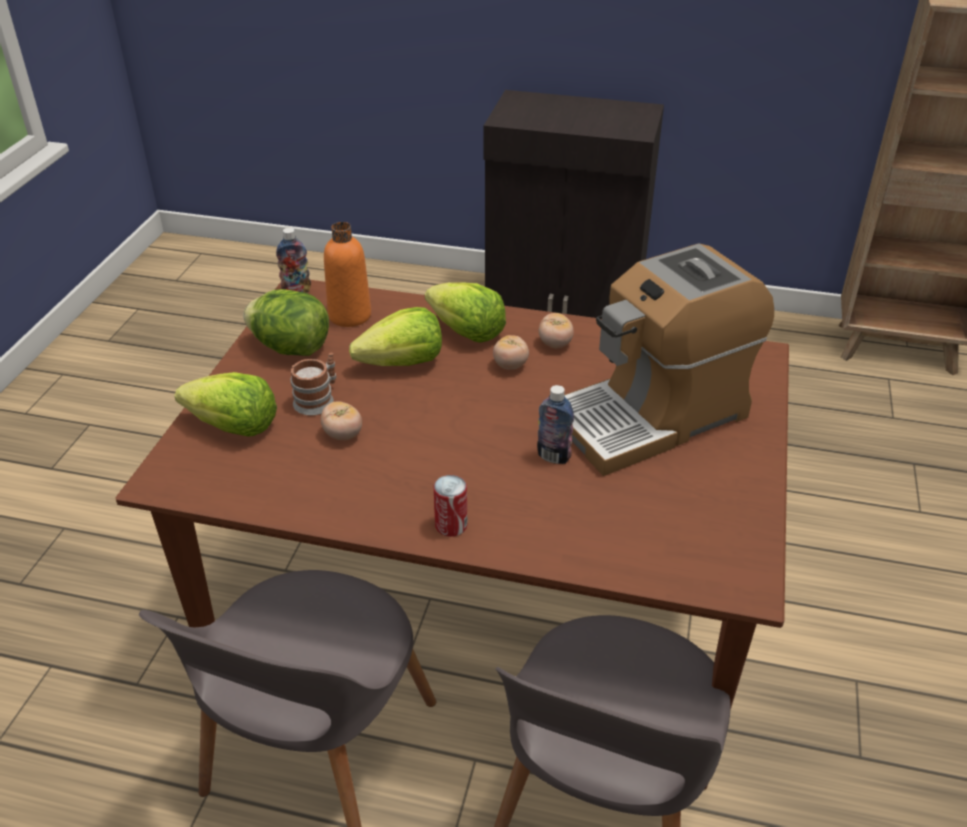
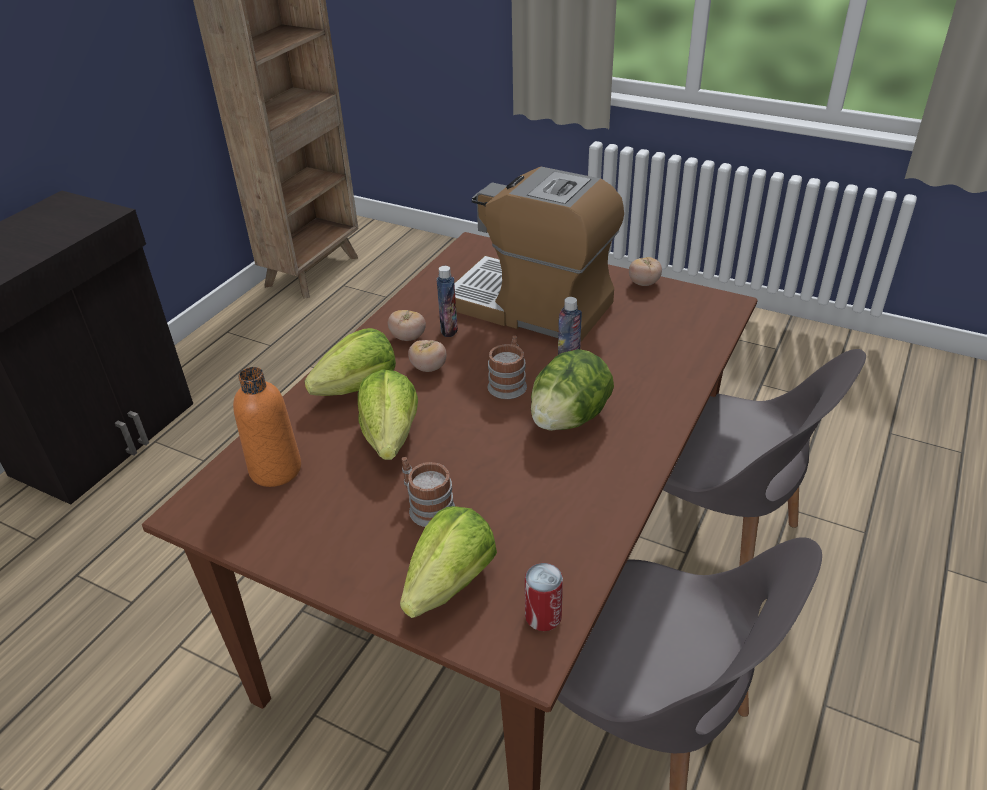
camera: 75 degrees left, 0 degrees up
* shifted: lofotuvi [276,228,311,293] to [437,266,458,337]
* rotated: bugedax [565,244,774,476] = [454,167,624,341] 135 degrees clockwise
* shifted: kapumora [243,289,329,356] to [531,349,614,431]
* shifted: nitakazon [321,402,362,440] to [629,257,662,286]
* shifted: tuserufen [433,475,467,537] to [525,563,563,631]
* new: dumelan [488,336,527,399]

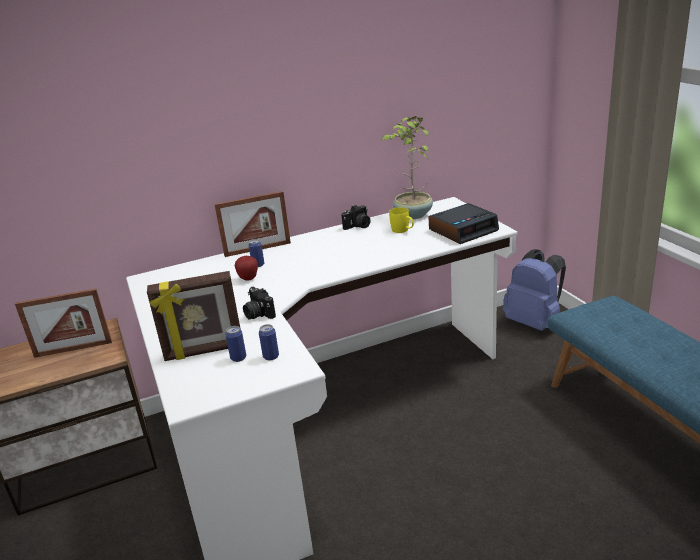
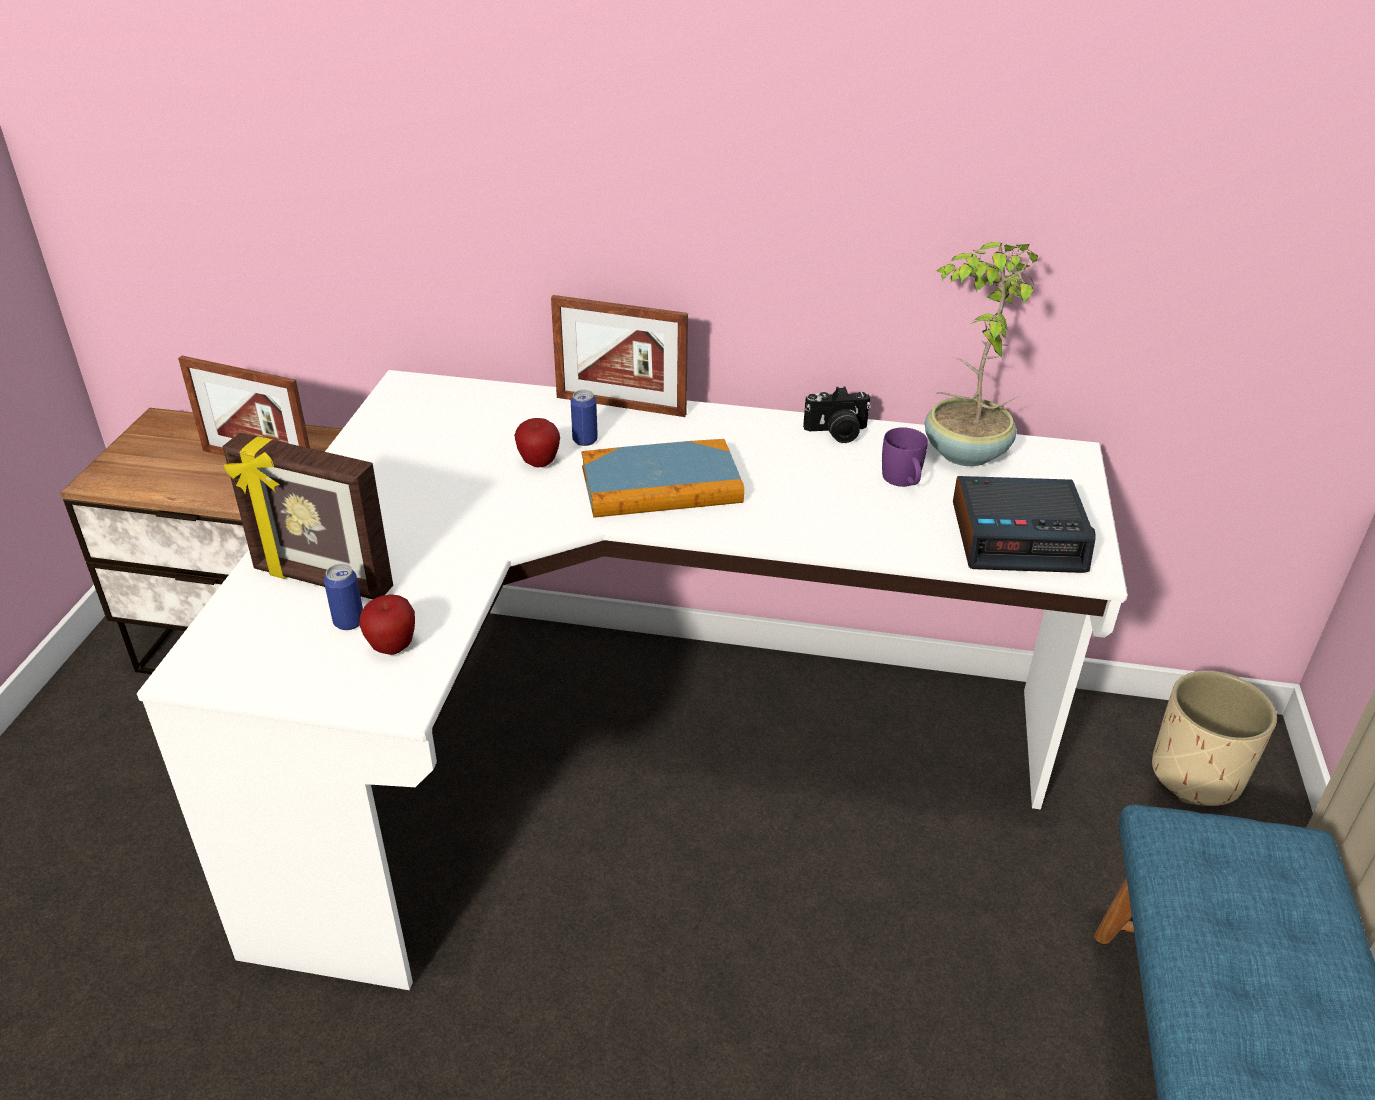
camera: 30 degrees right, 10 degrees up
* repainted: yellow_dumelan [389,207,414,233] to purple_dumelan [882,427,928,487]
* swapped: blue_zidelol [503,249,566,331] to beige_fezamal [1152,671,1277,806]
* gone: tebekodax [243,287,276,320]
* swapped: tuserufen [259,324,279,361] to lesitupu [359,594,415,655]
* new: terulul [581,439,744,518]

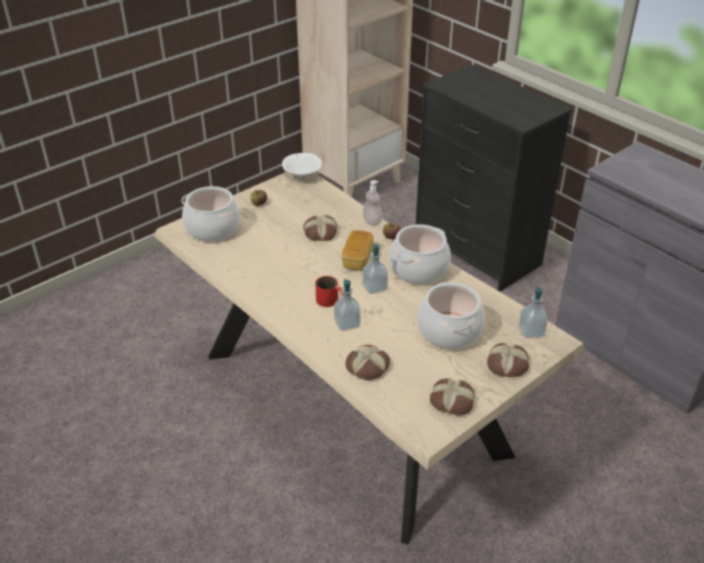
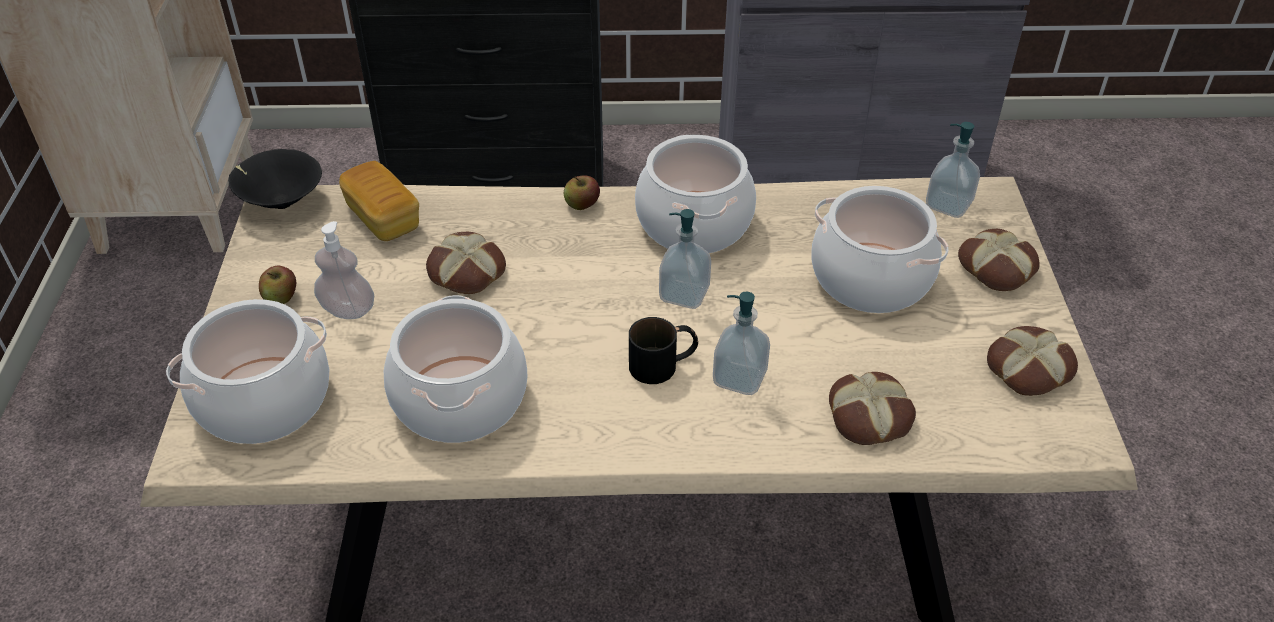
camera: 50 degrees left, 5 degrees up
* repainted: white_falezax [282,153,322,178] to black_falezax [228,149,322,209]
* shifted: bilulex [363,180,383,226] to [314,221,374,319]
* shifted: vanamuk [341,230,374,271] to [339,161,419,241]
* repainted: red_dumelan [315,276,343,307] to black_dumelan [629,317,698,384]
* new: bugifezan [384,295,527,443]

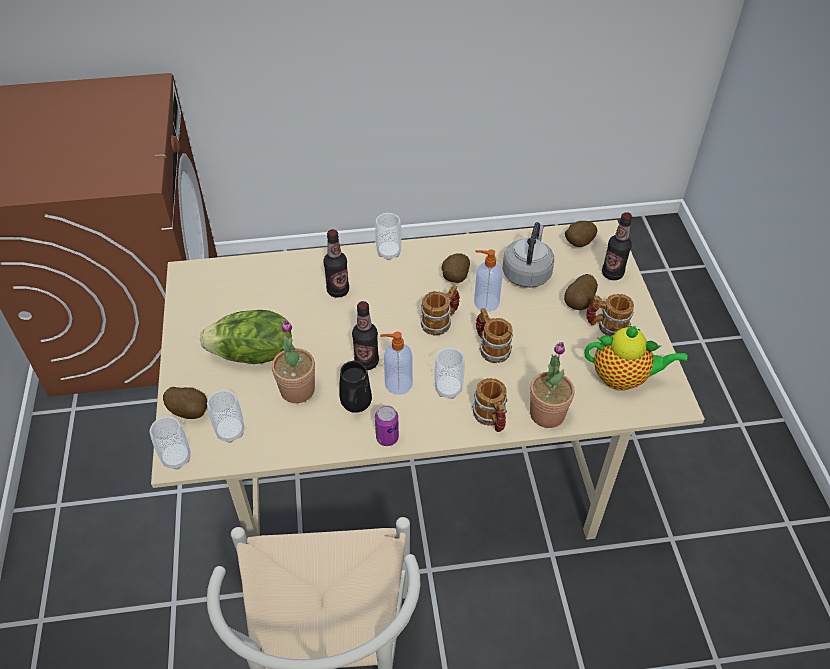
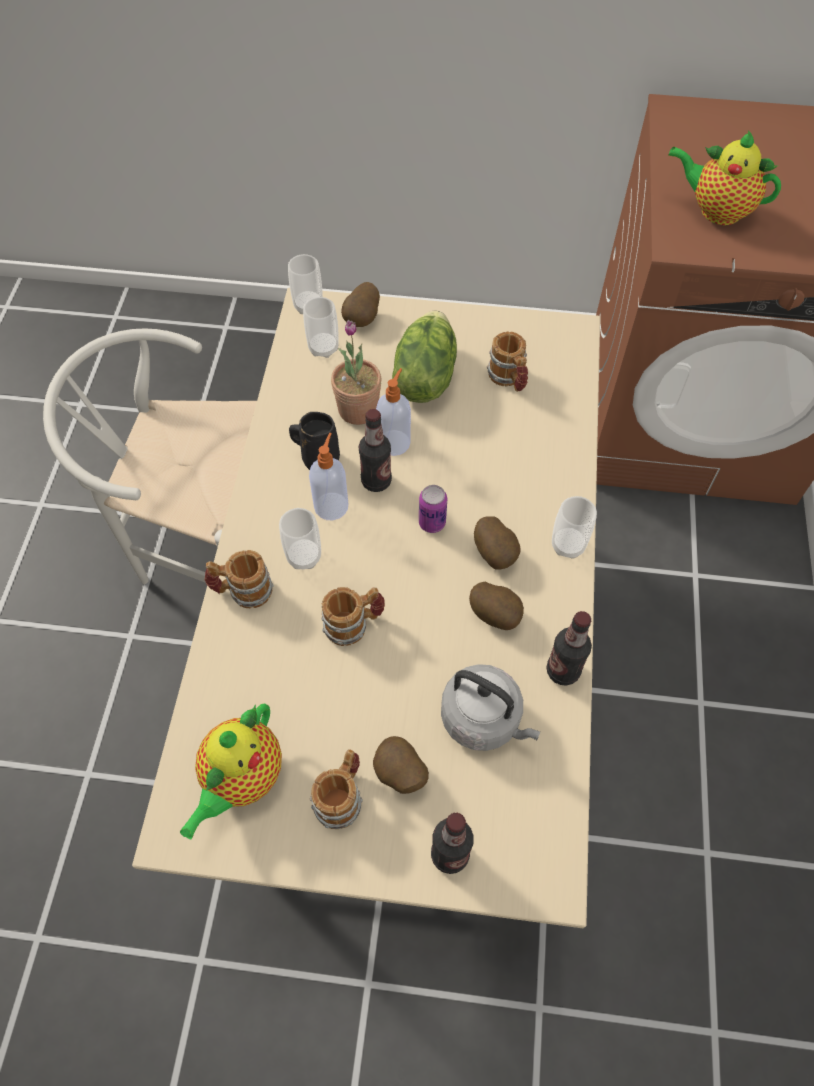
camera: 105 degrees right, 10 degrees up
* shifted: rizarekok [565,221,597,247] to [474,516,521,570]
* shifted: lofotuvi [323,229,349,297] to [546,611,592,686]
* shifted: bilulex [474,249,503,312] to [376,368,411,456]
* shifted: dumelan [421,285,460,336] to [487,331,528,392]
* gone: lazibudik [530,342,574,428]
* shifted: tuserufen [375,405,399,446] to [419,485,447,533]
* new: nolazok [668,130,781,225]

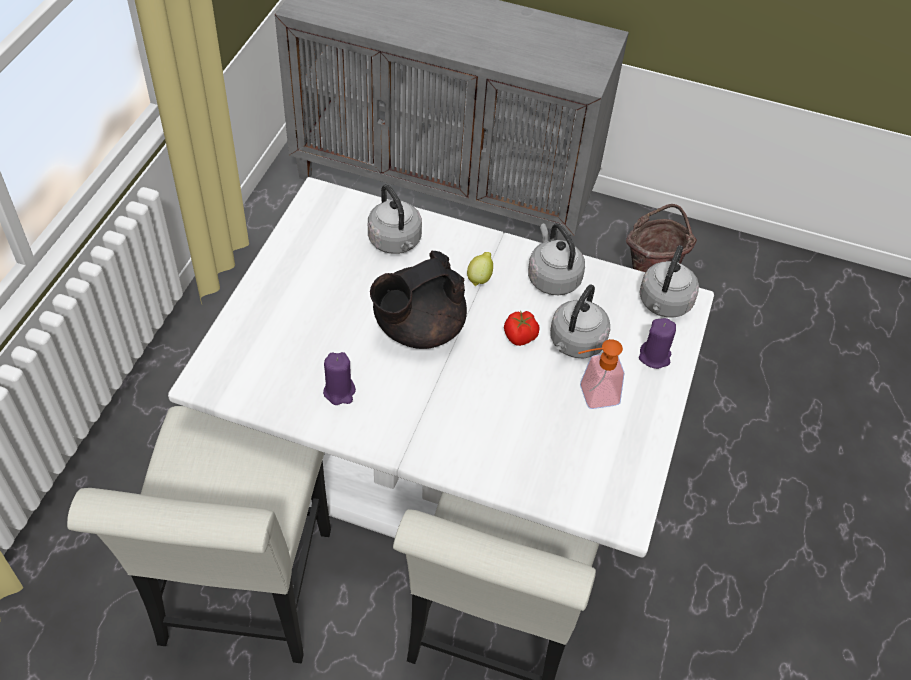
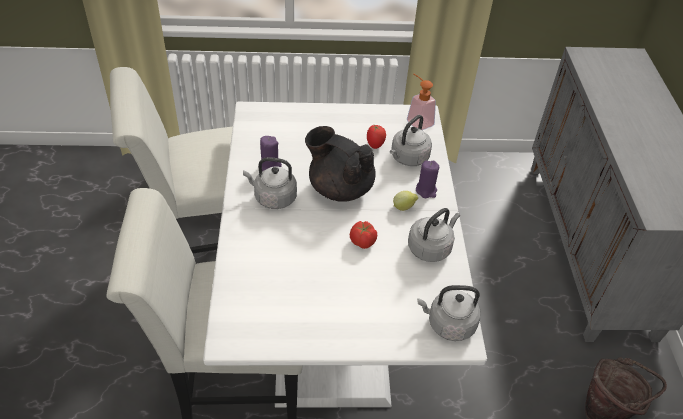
camera: 70 degrees right, 5 degrees down
* shifted: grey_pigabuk [550,285,610,358] to [243,157,297,209]
* shifted: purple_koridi [639,318,676,369] to [416,161,439,198]
* shifted: bilulex [578,339,625,409] to [407,74,436,130]
* new: nitakazon [367,125,386,149]

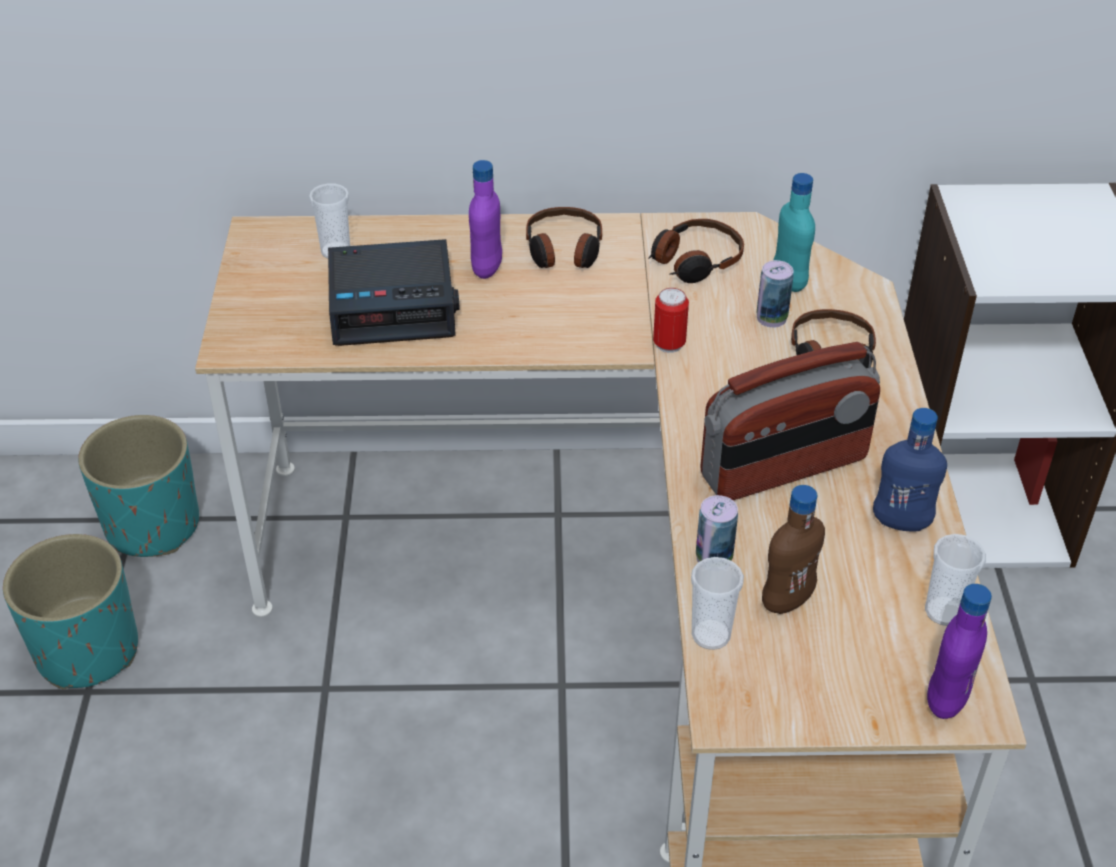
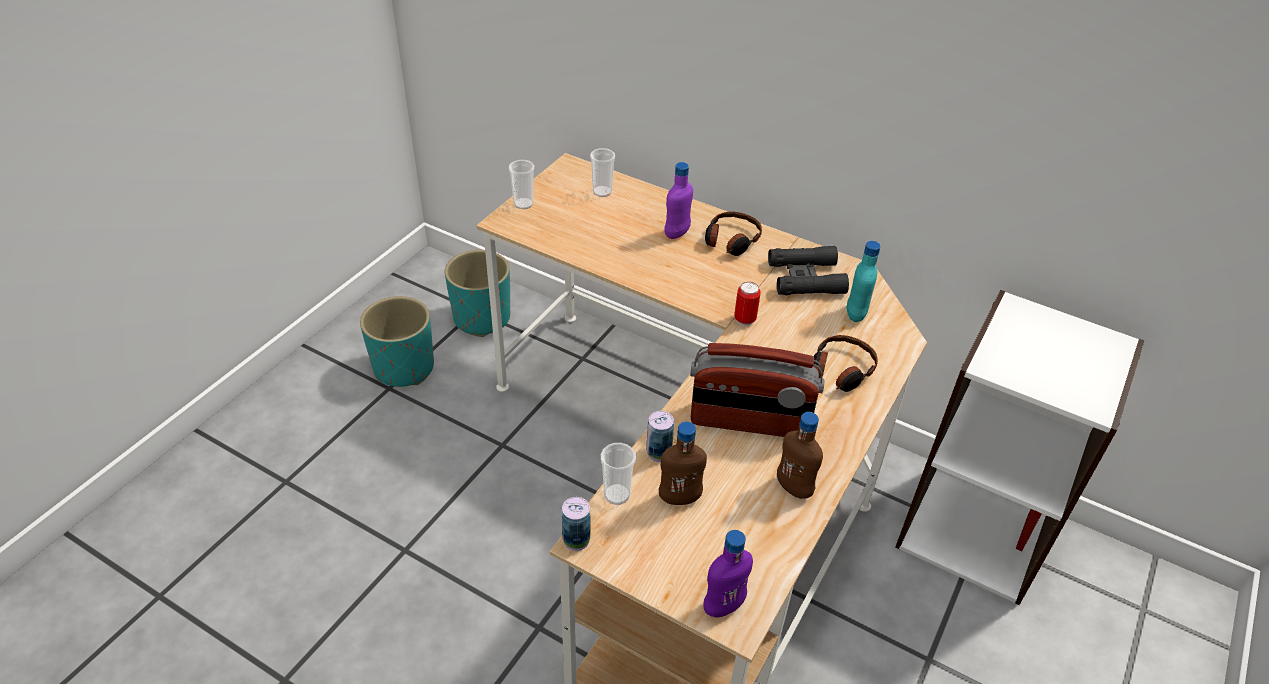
camera: 30 degrees right, 0 degrees up
* swapped: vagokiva [648,219,744,283] to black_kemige [768,246,849,296]
* gone: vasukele [328,239,460,346]
* shifted: tuserufen [757,260,794,328] to [562,497,590,551]
* repainted: blue_lofotuvi [873,408,947,531] to brown_lofotuvi [777,412,823,499]
* shifted: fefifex [925,534,986,626] to [509,160,534,209]

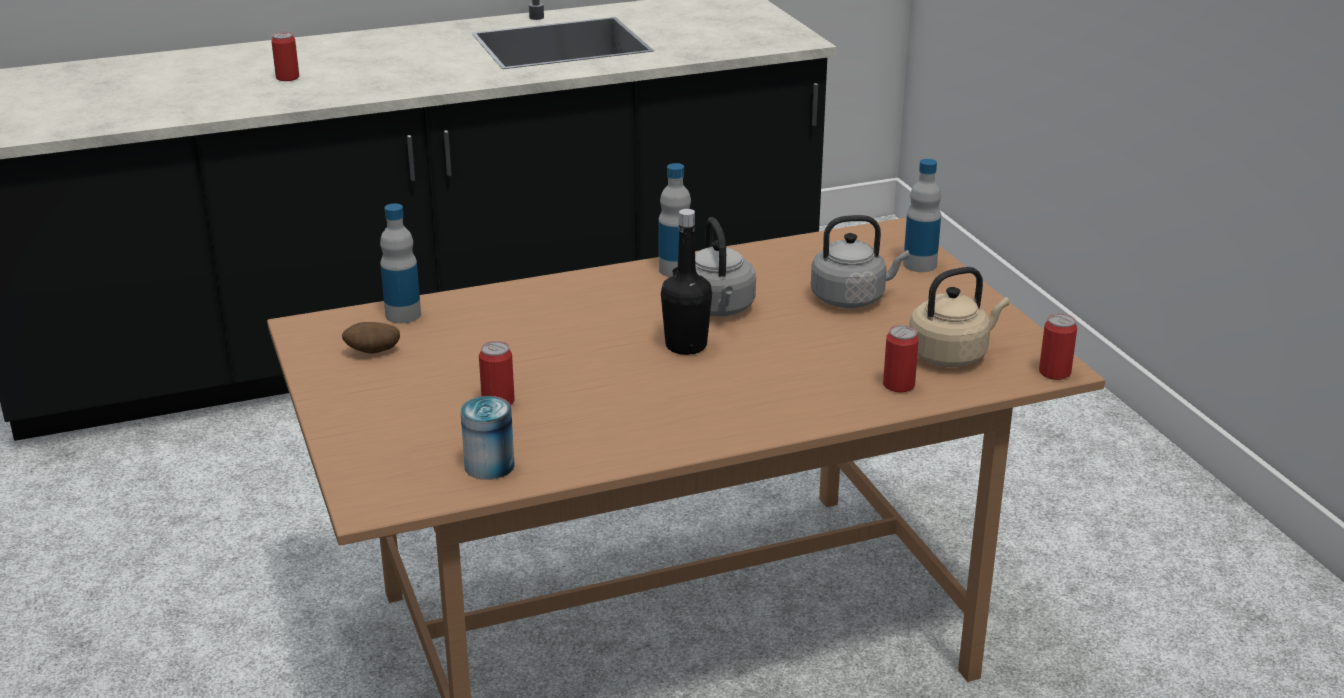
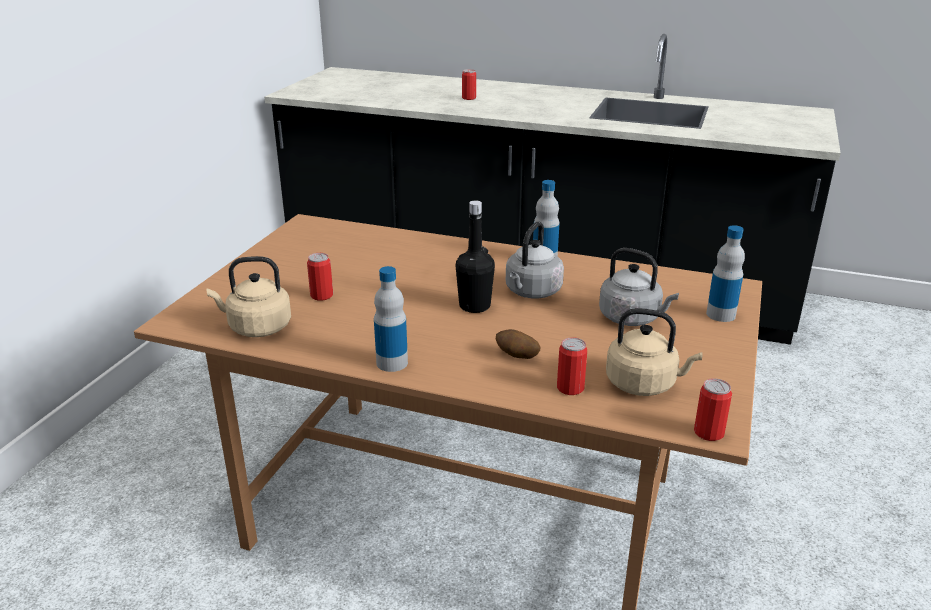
camera: 40 degrees right, 0 degrees up
* shifted: lofotuvi [380,203,421,323] to [374,266,408,372]
* shifted: rizarekok [342,322,400,354] to [495,329,540,359]
* swapped: tuserufen [461,396,515,480] to beige_pigabuk [206,256,291,337]

